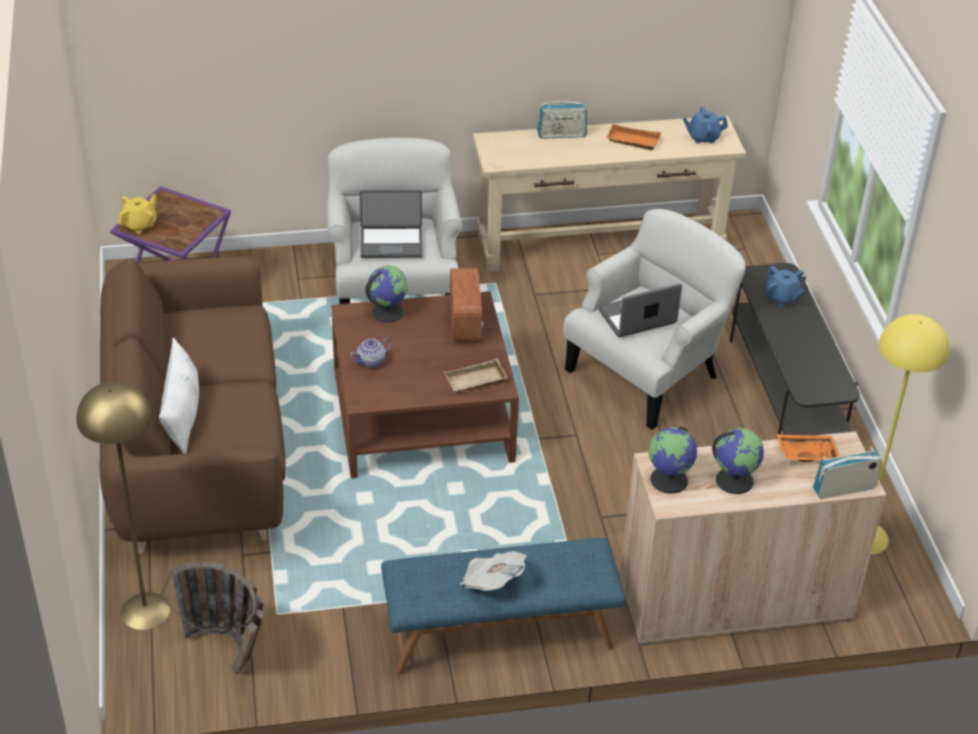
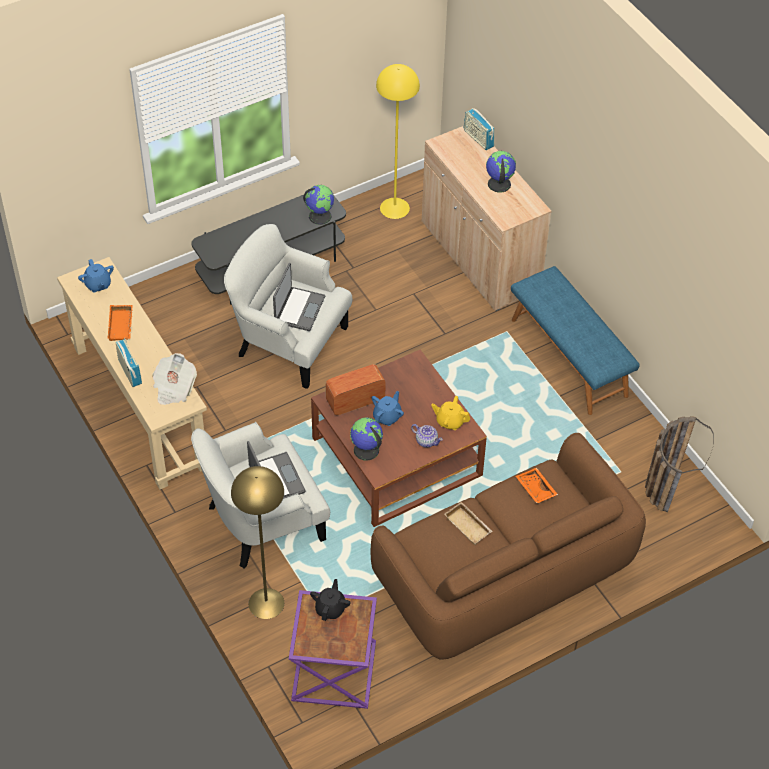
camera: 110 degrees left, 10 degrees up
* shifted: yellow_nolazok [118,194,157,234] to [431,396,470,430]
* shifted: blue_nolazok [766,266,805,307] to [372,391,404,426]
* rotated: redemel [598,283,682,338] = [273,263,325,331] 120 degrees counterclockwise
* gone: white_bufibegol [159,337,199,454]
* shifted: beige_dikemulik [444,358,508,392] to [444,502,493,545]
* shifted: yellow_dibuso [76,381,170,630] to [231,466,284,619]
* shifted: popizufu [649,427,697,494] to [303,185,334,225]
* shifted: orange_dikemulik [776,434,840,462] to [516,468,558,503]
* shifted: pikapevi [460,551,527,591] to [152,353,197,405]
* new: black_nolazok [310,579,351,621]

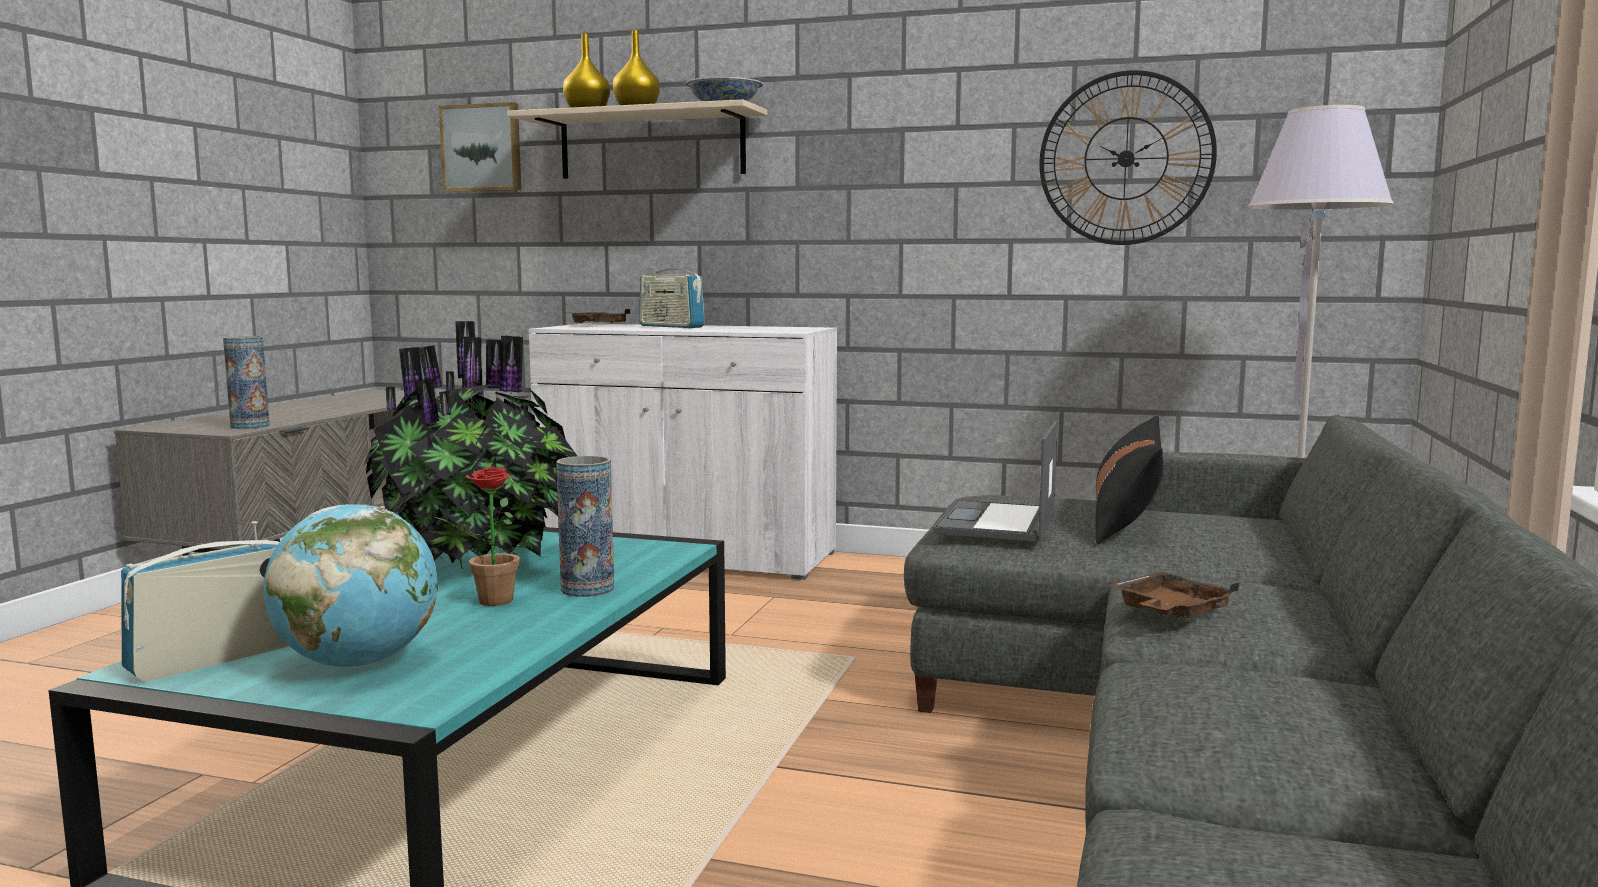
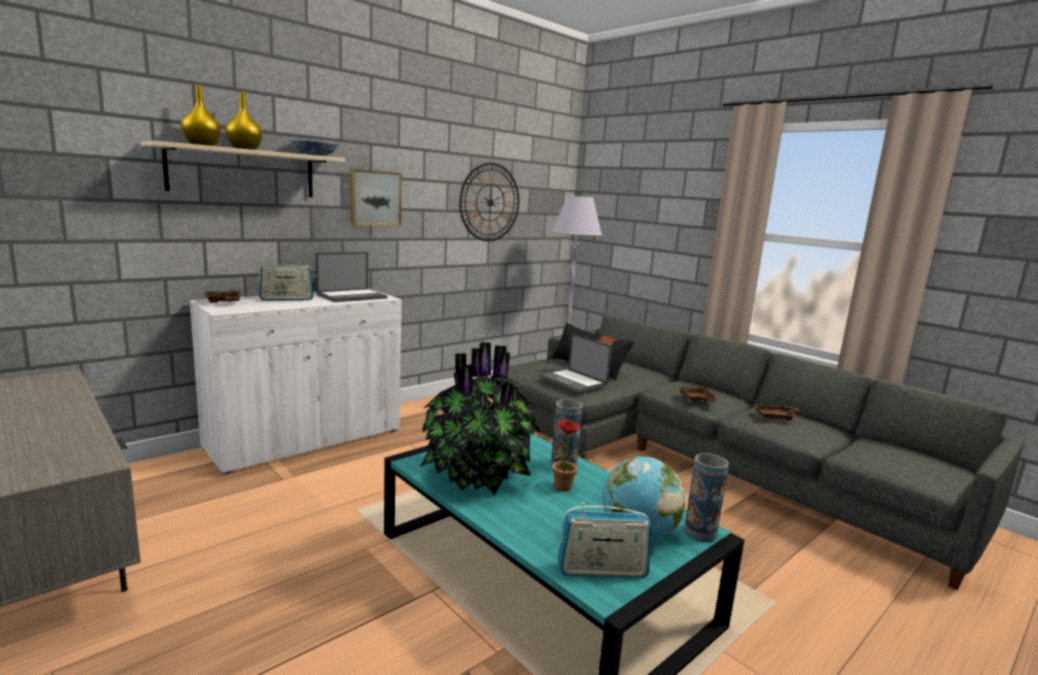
camera: 60 degrees left, 5 degrees up
* shifted: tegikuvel [439,102,521,192] to [350,169,402,226]
* shifted: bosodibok [223,336,270,429] to [684,453,729,543]
* rotated: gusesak [121,521,289,681] = [558,502,651,578] 75 degrees counterclockwise
* new: redemel [315,252,387,302]
* new: brown_dikemulik [754,400,800,421]

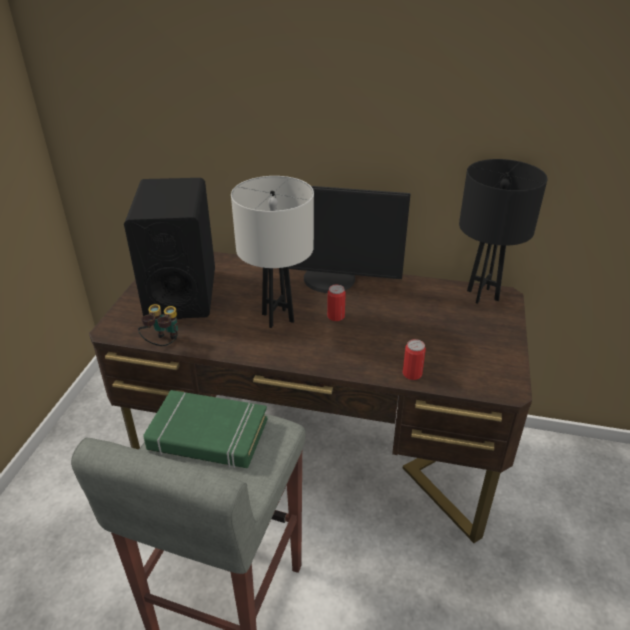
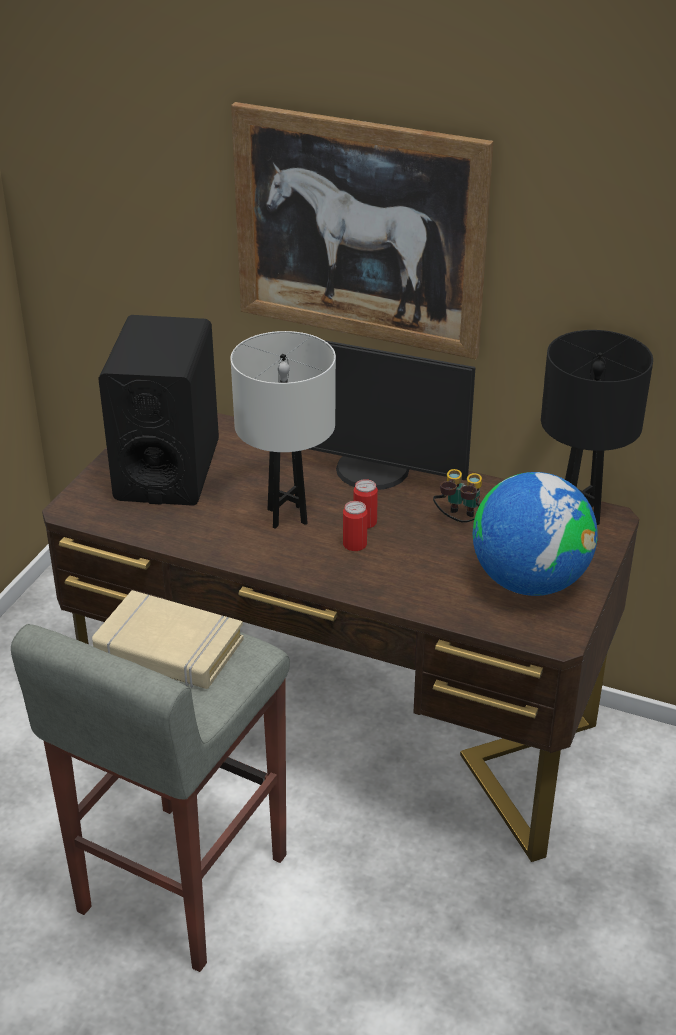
camera: 10 degrees right, 0 degrees up
* shifted: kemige [138,304,178,346] to [433,469,482,523]
* shifted: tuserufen [403,339,426,380] to [343,501,367,551]
* repainted: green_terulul [143,390,267,468] to beige_terulul [92,590,244,689]
* new: tegikuvel [231,102,493,359]
* new: popizufu [473,472,598,596]

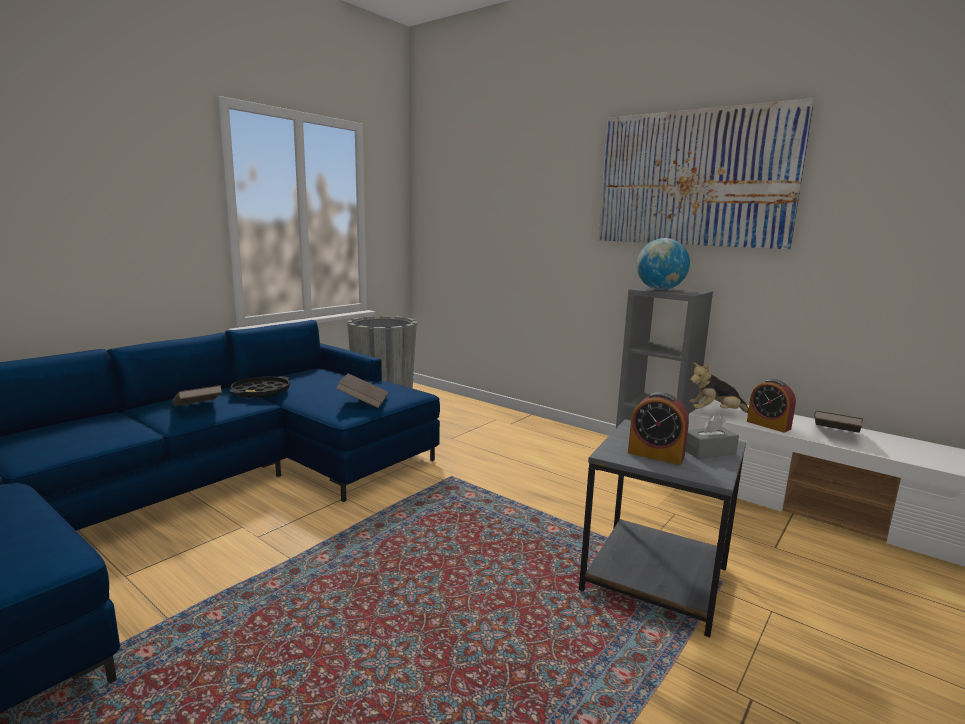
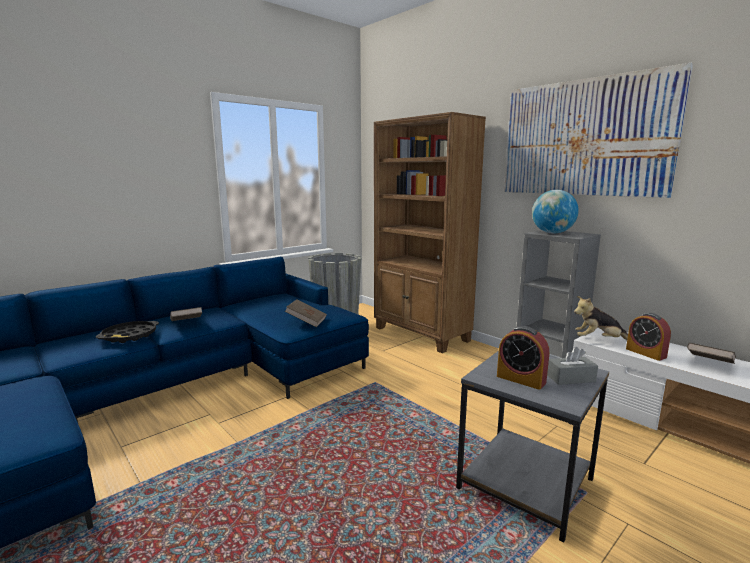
camera: 10 degrees right, 0 degrees up
* shifted: black_dikemulik [230,376,290,398] to [96,321,159,343]
* new: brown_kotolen [374,112,486,353]

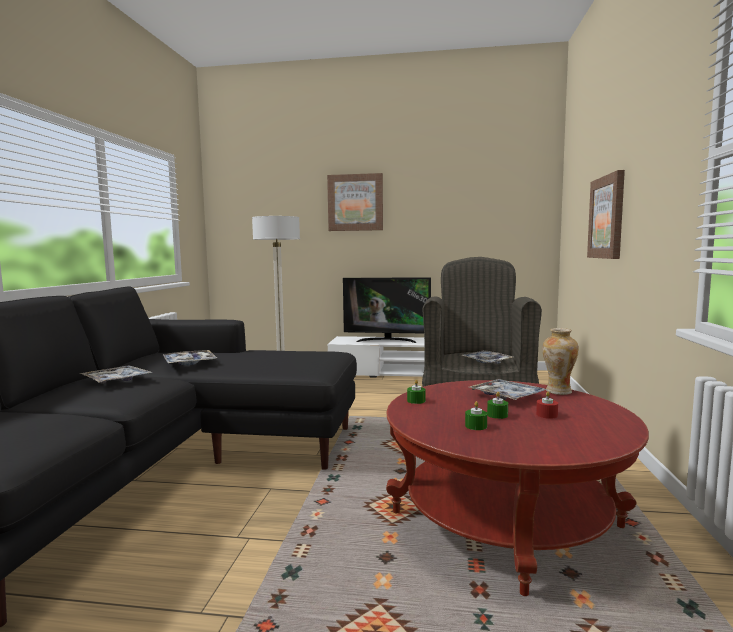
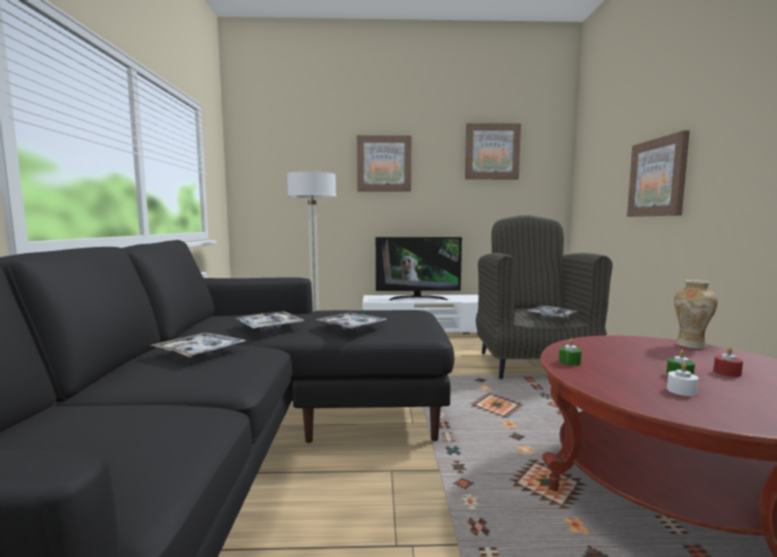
camera: 10 degrees left, 0 degrees up
* shifted: dikemulik [470,379,547,400] to [315,313,388,330]
* repainted: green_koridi [465,401,487,430] to white_koridi [667,362,698,396]
* new: tegikuvel [465,123,521,179]

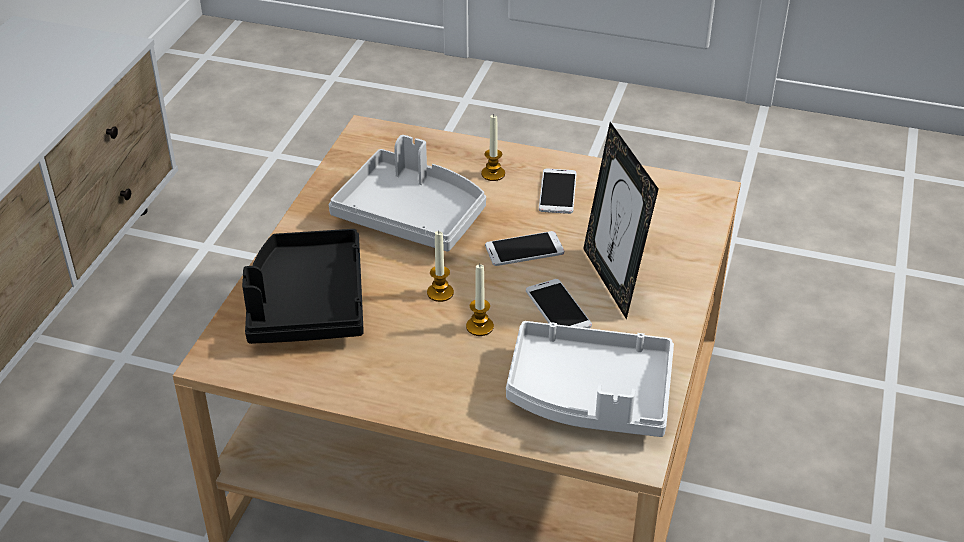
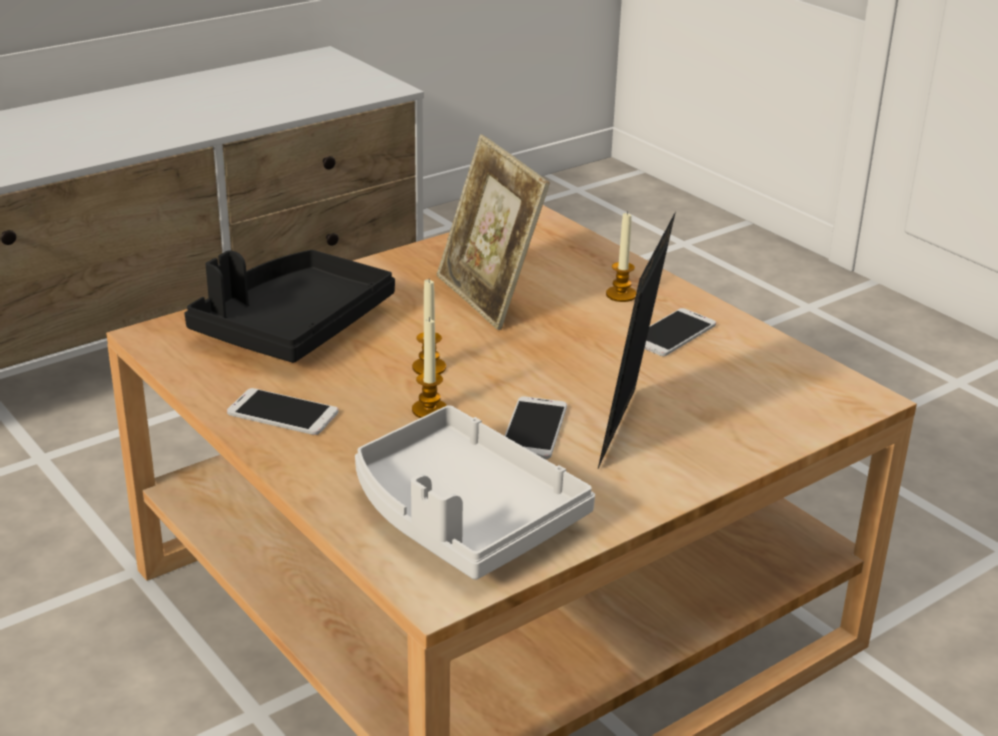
camera: 35 degrees right, 10 degrees down
* swapped: grey_dikemulik [329,135,486,252] to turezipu [437,134,550,330]
* shifted: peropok [485,231,564,266] to [227,388,339,435]

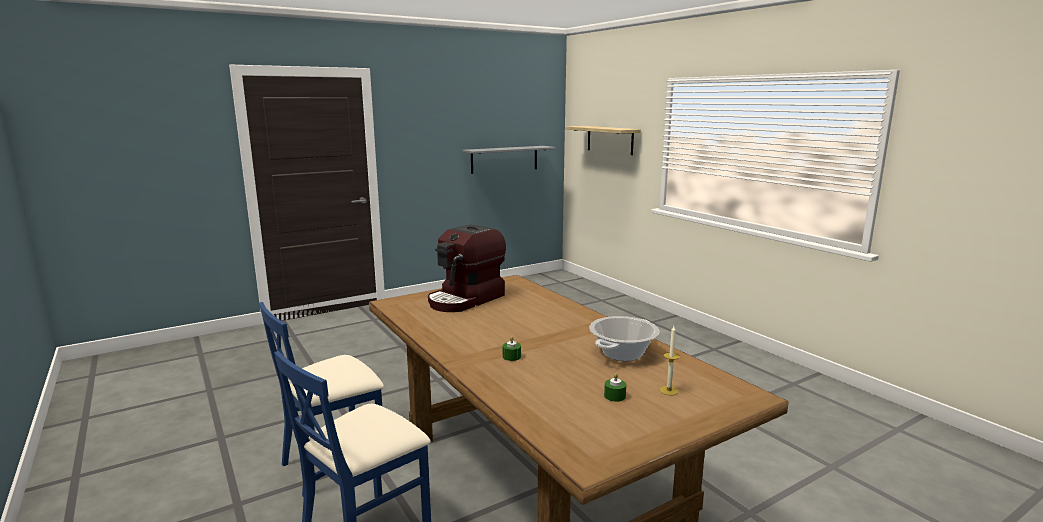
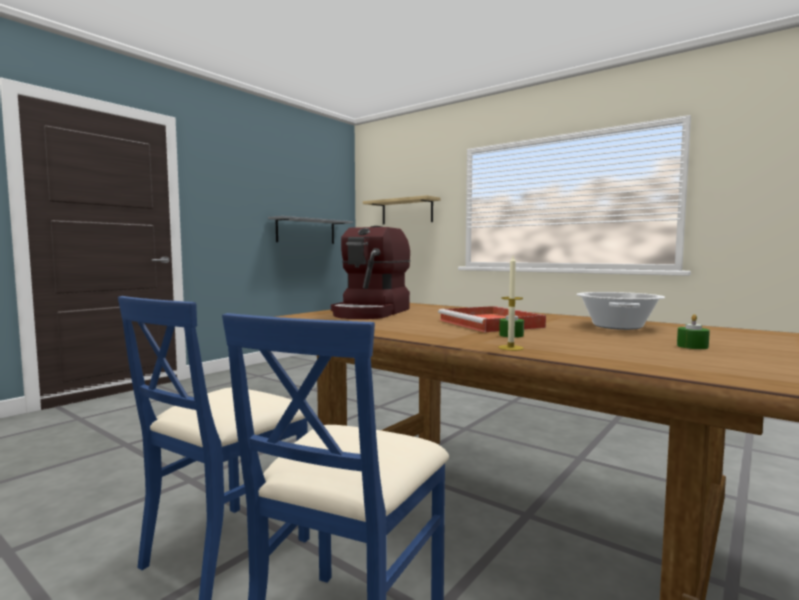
camera: 20 degrees left, 10 degrees down
* shifted: koridi [659,326,680,395] to [498,256,524,351]
* new: red_dikemulik [438,306,546,332]

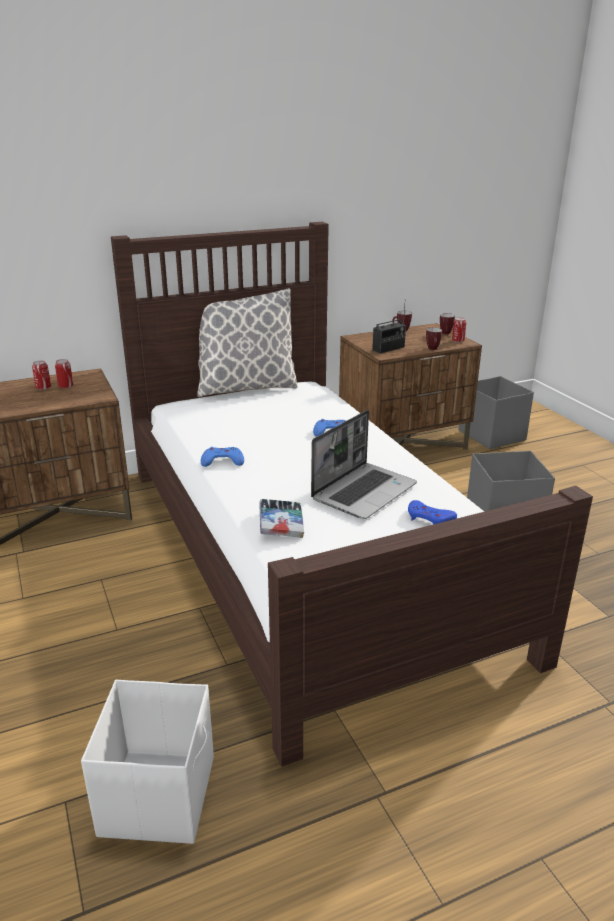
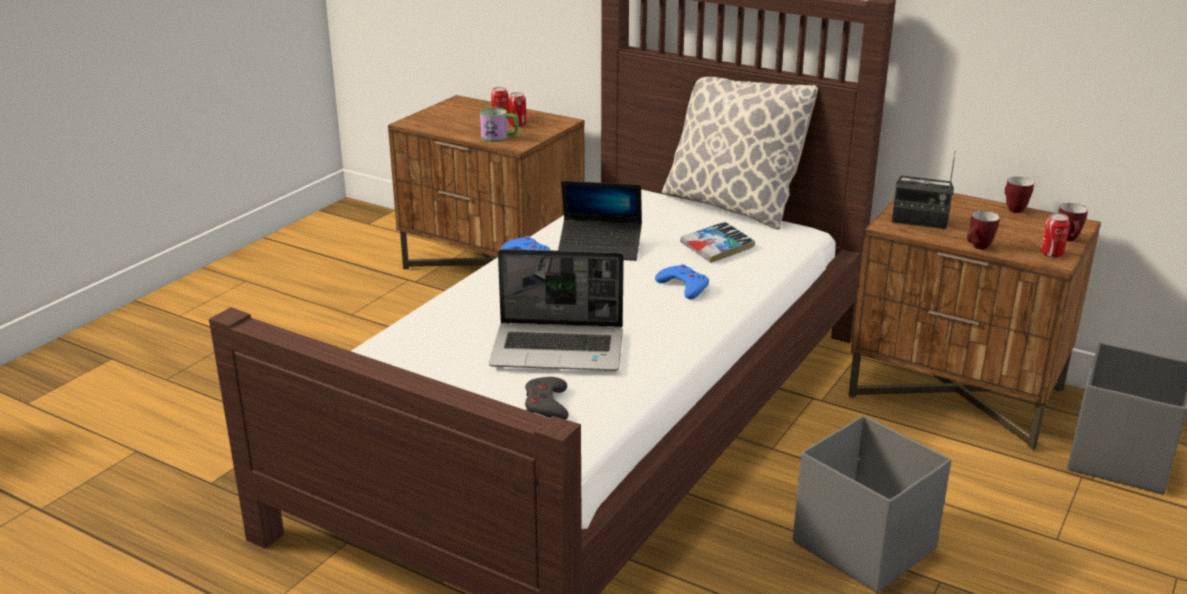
camera: 55 degrees right, 0 degrees up
* shifted: terulul [259,499,304,538] to [680,222,755,263]
* repainted: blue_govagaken [408,500,457,524] to grey_govagaken [525,377,568,420]
* gone: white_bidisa [81,680,214,844]
* new: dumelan [480,108,519,142]
* new: redemel [558,181,642,261]

